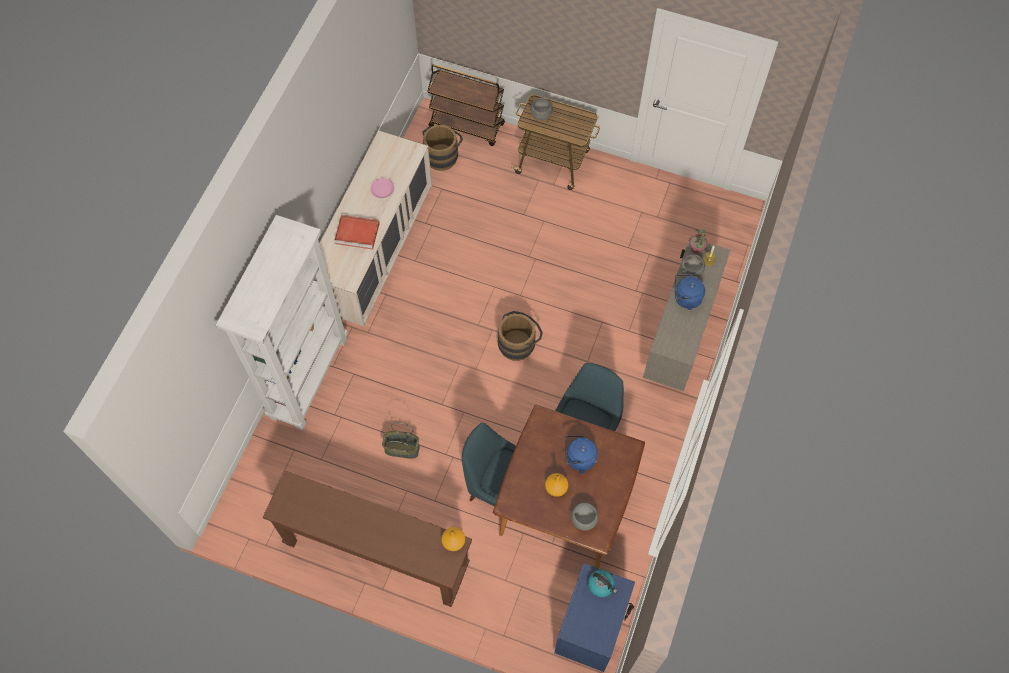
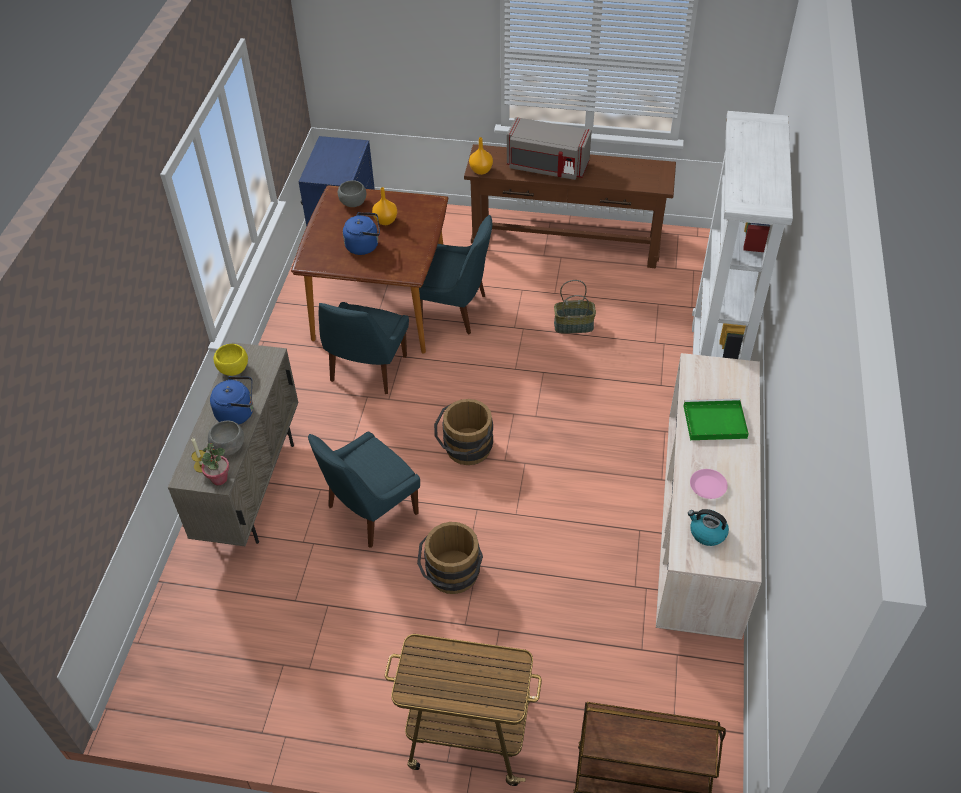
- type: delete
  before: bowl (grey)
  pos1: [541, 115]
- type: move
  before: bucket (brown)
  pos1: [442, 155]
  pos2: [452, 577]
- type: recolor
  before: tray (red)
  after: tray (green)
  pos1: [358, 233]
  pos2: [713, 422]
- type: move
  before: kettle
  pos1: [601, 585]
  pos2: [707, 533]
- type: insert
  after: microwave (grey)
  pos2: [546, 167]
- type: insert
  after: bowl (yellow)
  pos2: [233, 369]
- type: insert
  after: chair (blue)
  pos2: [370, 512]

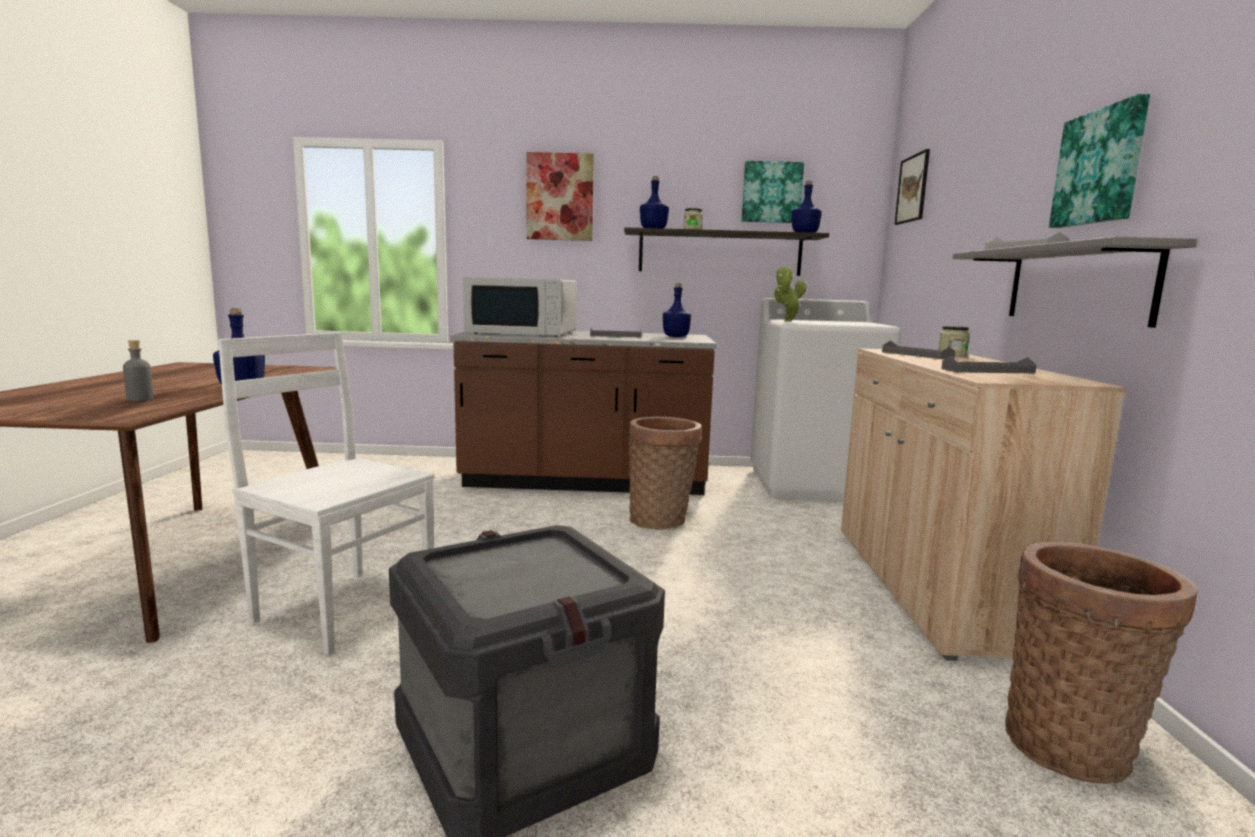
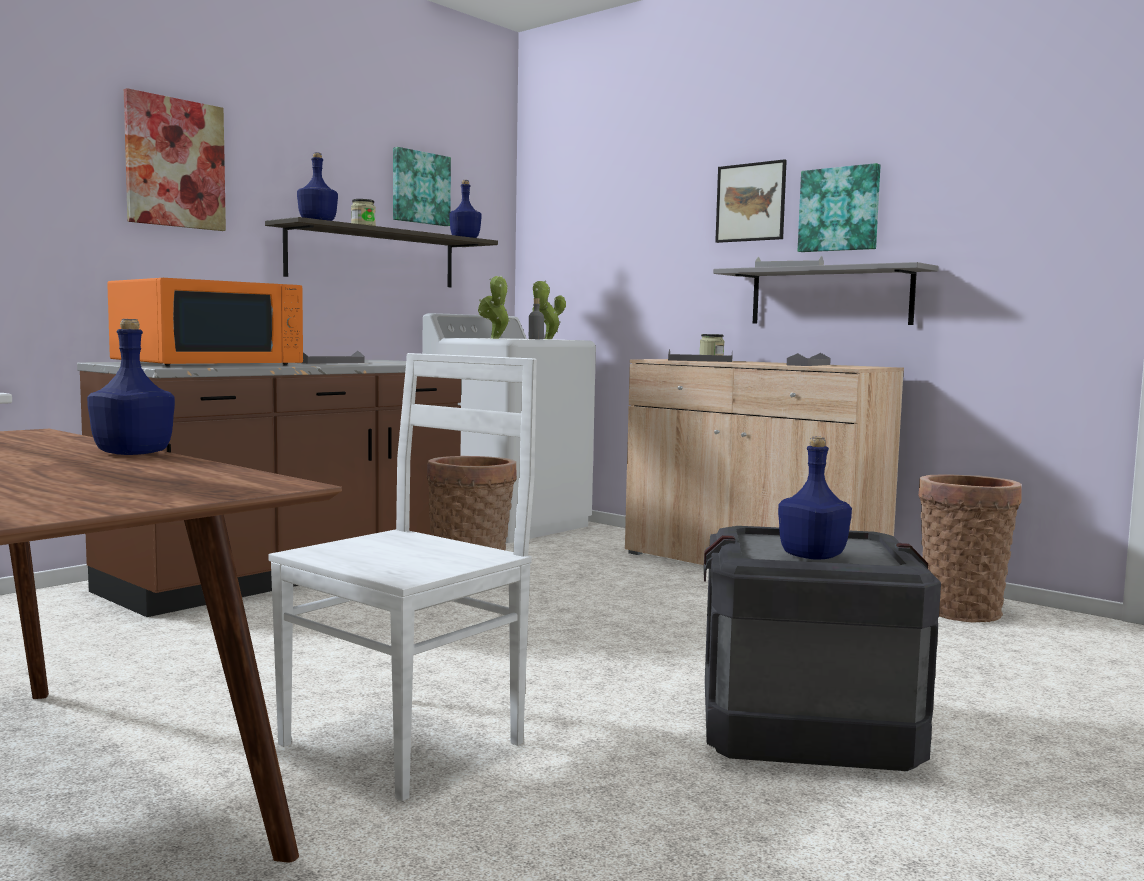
- type: move
  before: picture
  pos1: [912, 189]
  pos2: [750, 202]
- type: recolor
  before: microwave (white)
  after: microwave (orange)
  pos1: [524, 333]
  pos2: [209, 364]
- type: move
  before: bottle (blue)
  pos1: [676, 336]
  pos2: [813, 556]
- type: rotate
  before: chair (white)
  pos1: [342, 608]
  pos2: [407, 741]
  turn: 150
- type: move
  before: bottle (grey)
  pos1: [140, 399]
  pos2: [536, 339]
- type: insert
  after: potted plant
  pos2: [547, 339]

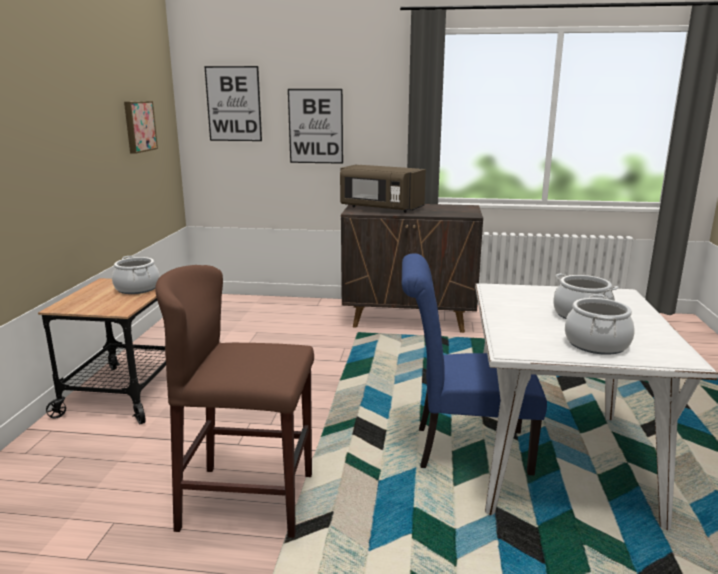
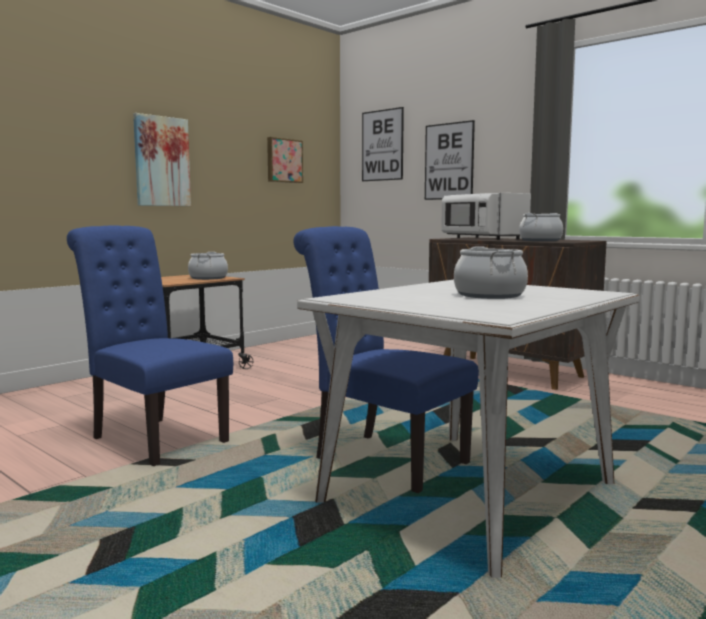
- type: recolor
  before: microwave (brown)
  after: microwave (white)
  pos1: [380, 208]
  pos2: [482, 238]
- type: replace
  before: stool (brown)
  after: chair (blue)
  pos1: [248, 501]
  pos2: [153, 438]
- type: move
  before: cooking pot
  pos1: [597, 344]
  pos2: [540, 240]
- type: insert
  after: picture
  pos2: [161, 161]

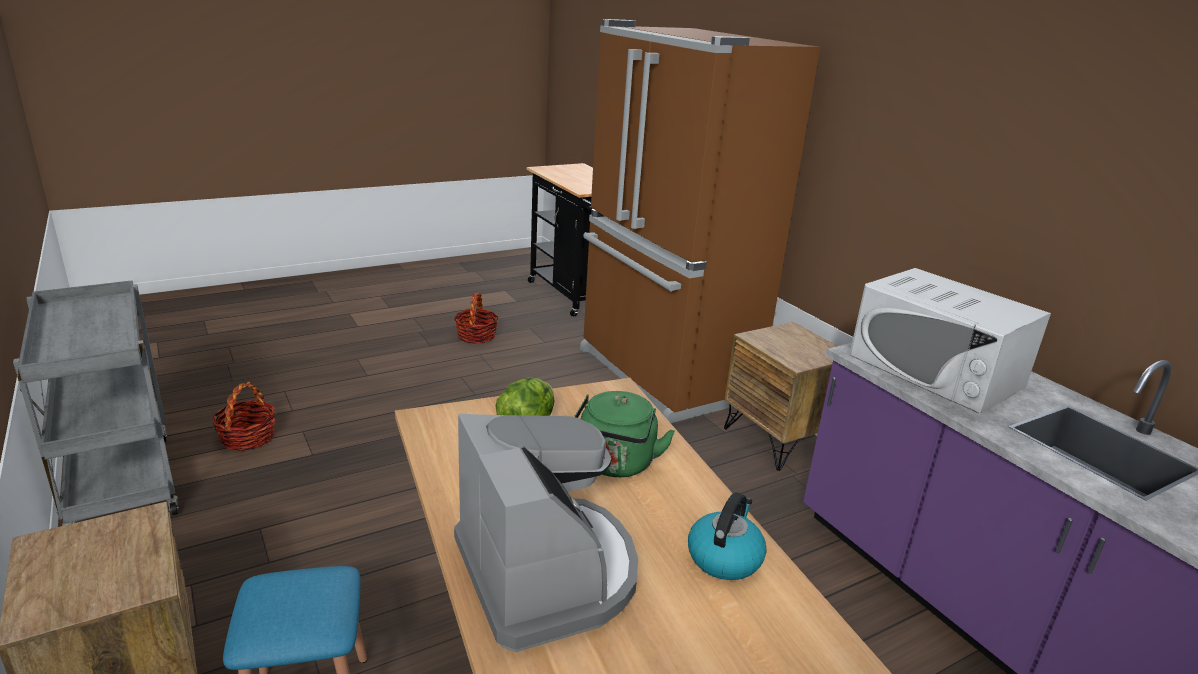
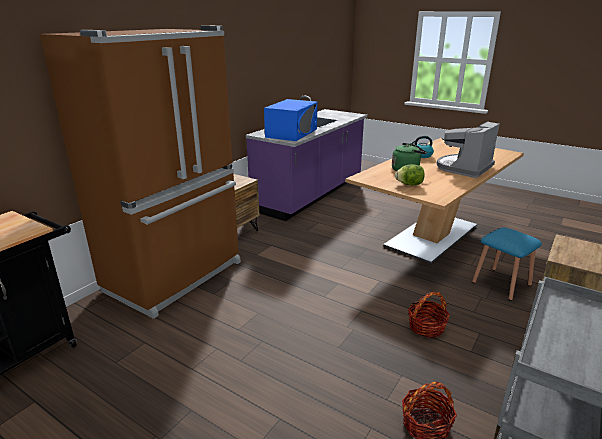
- type: recolor
  before: microwave (white)
  after: microwave (blue)
  pos1: [935, 371]
  pos2: [291, 133]
- type: move
  before: basket
  pos1: [476, 336]
  pos2: [426, 327]

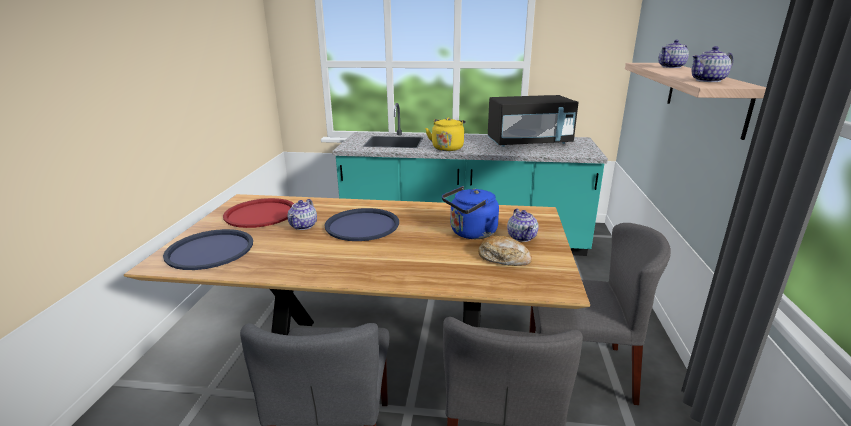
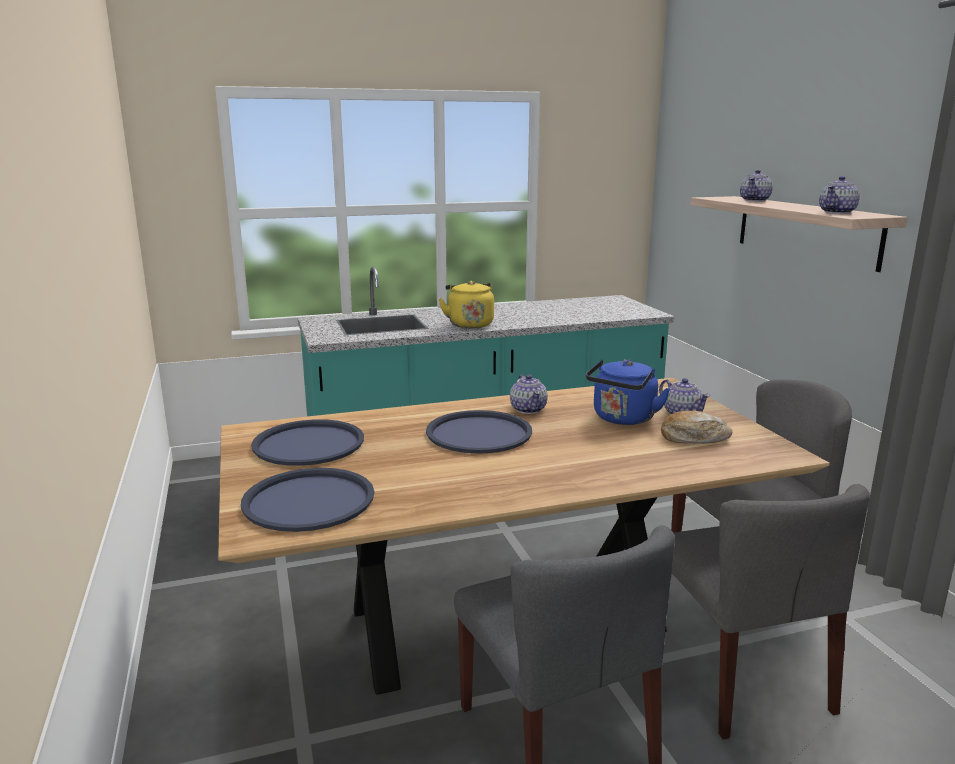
- type: delete
  before: microwave (black)
  pos1: [529, 143]
- type: recolor
  before: tray (red)
  after: tray (blue)
  pos1: [261, 214]
  pos2: [309, 444]
- type: move
  before: teapot
  pos1: [304, 226]
  pos2: [528, 409]

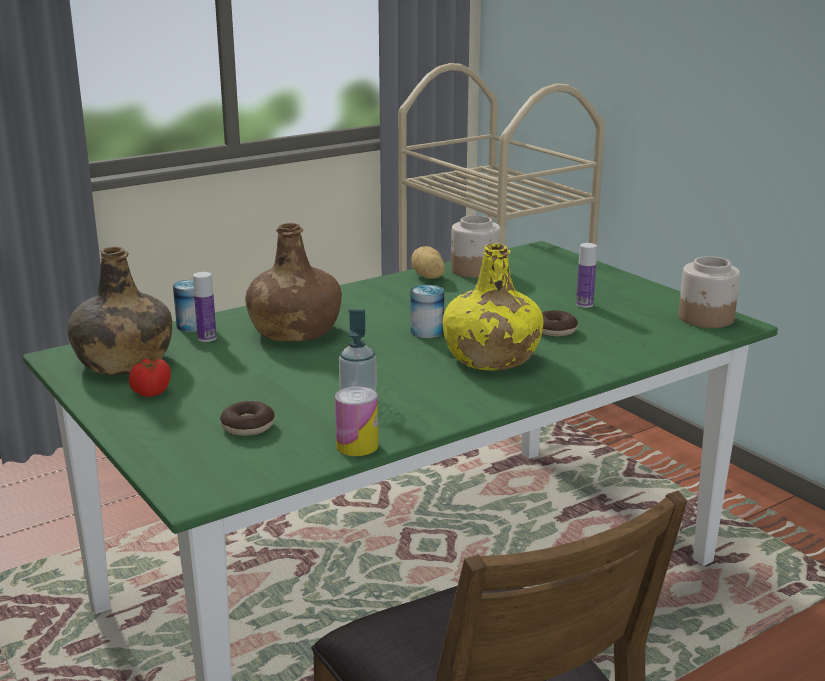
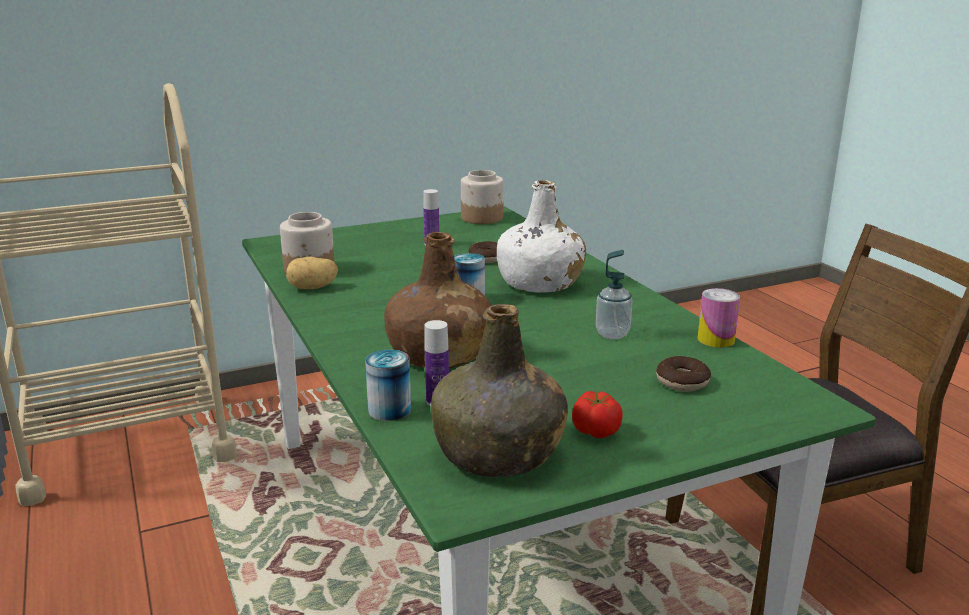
- type: recolor
  before: bottle (yellow)
  after: bottle (white)
  pos1: [490, 358]
  pos2: [540, 283]

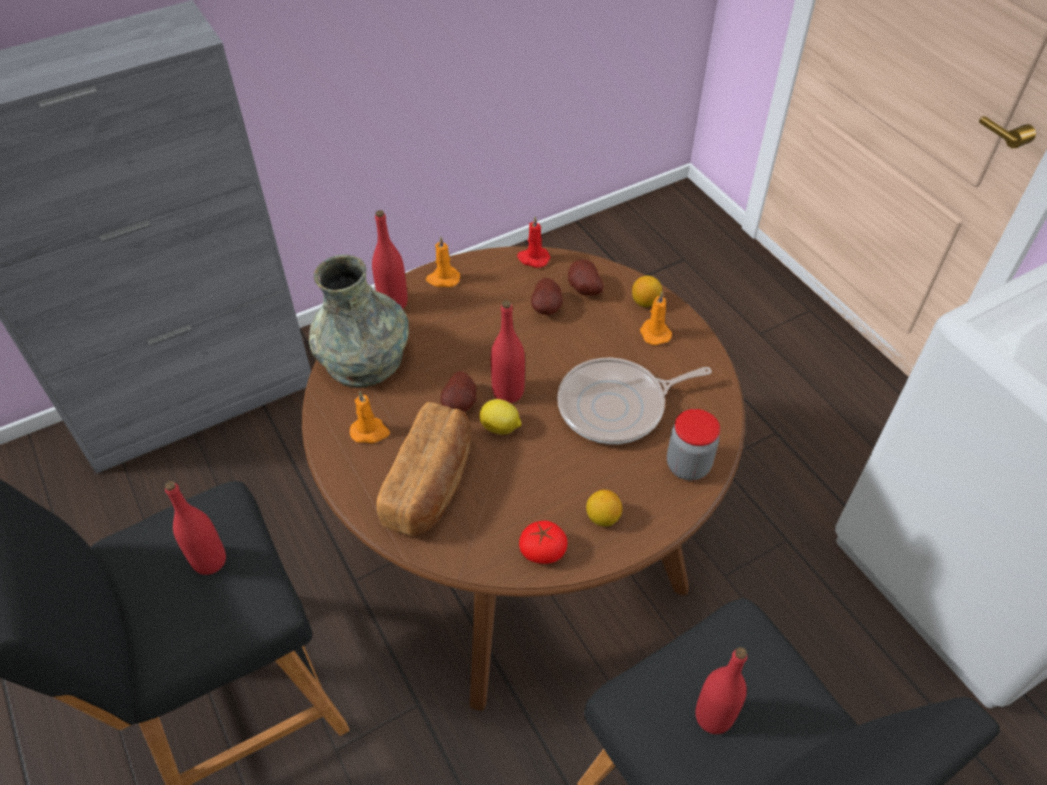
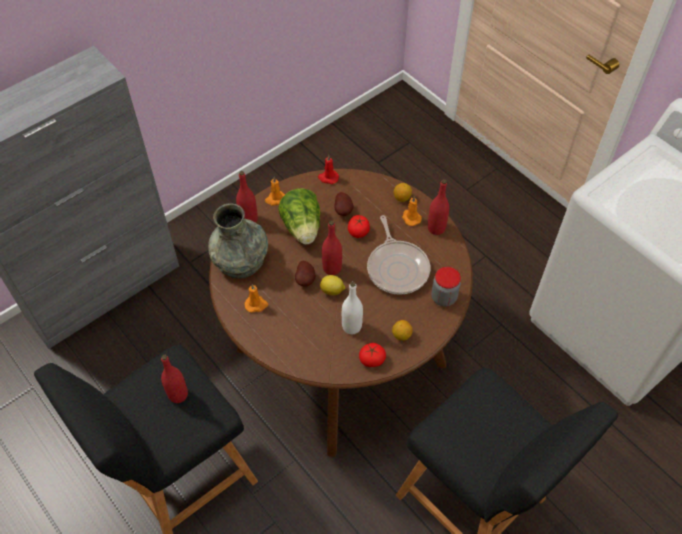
- type: delete
  before: potato
  pos1: [583, 289]
- type: rotate
  before: frying pan
  pos1: [617, 406]
  pos2: [397, 267]
  turn: -75
- type: delete
  before: bread
  pos1: [431, 484]
- type: move
  before: bottle (red)
  pos1: [713, 716]
  pos2: [436, 228]
- type: insert
  after: lettuce
  pos2: [302, 228]
- type: insert
  after: tomato
  pos2: [358, 231]
- type: insert
  after: bottle (white)
  pos2: [351, 326]

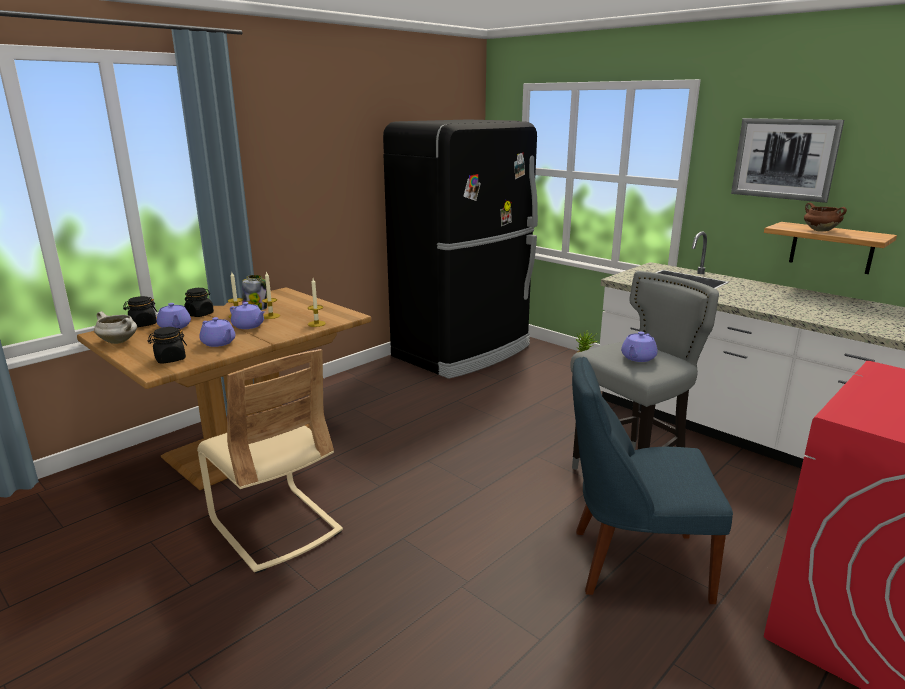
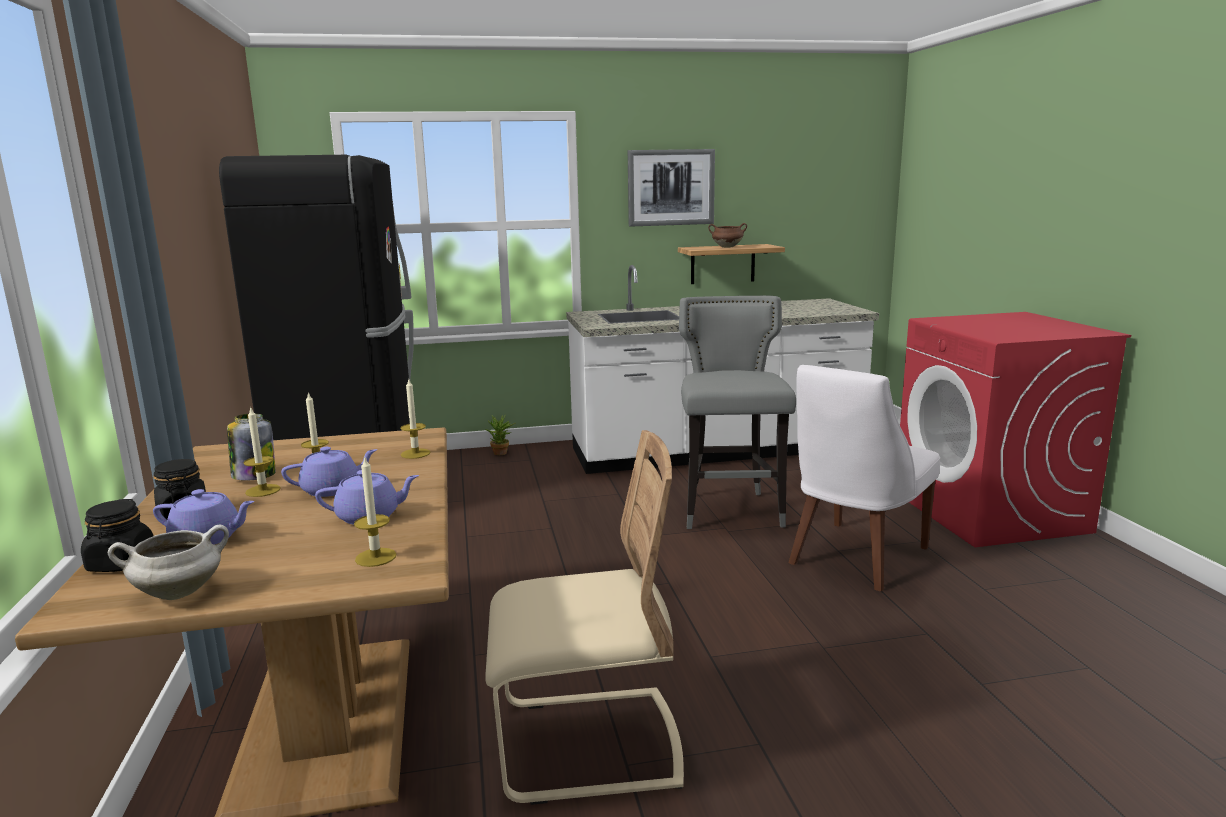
- type: replace
  before: jar (black)
  after: candle
  pos1: [170, 359]
  pos2: [375, 557]
- type: delete
  before: teapot (purple)
  pos1: [637, 358]
- type: recolor
  before: chair (blue)
  after: chair (white)
  pos1: [632, 563]
  pos2: [854, 558]

